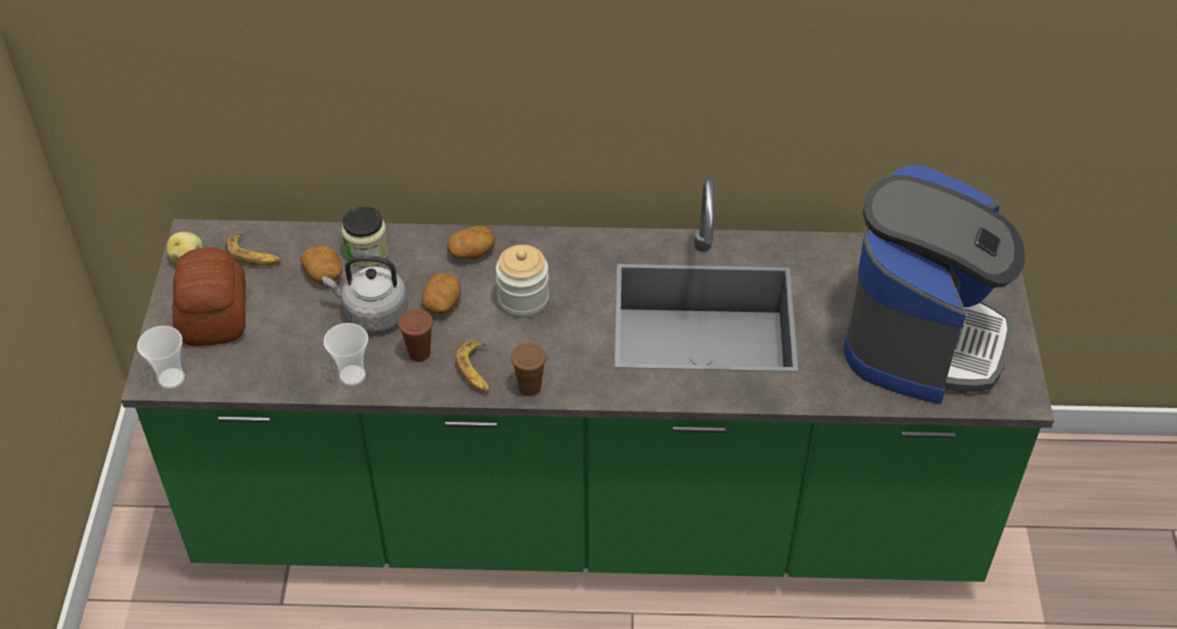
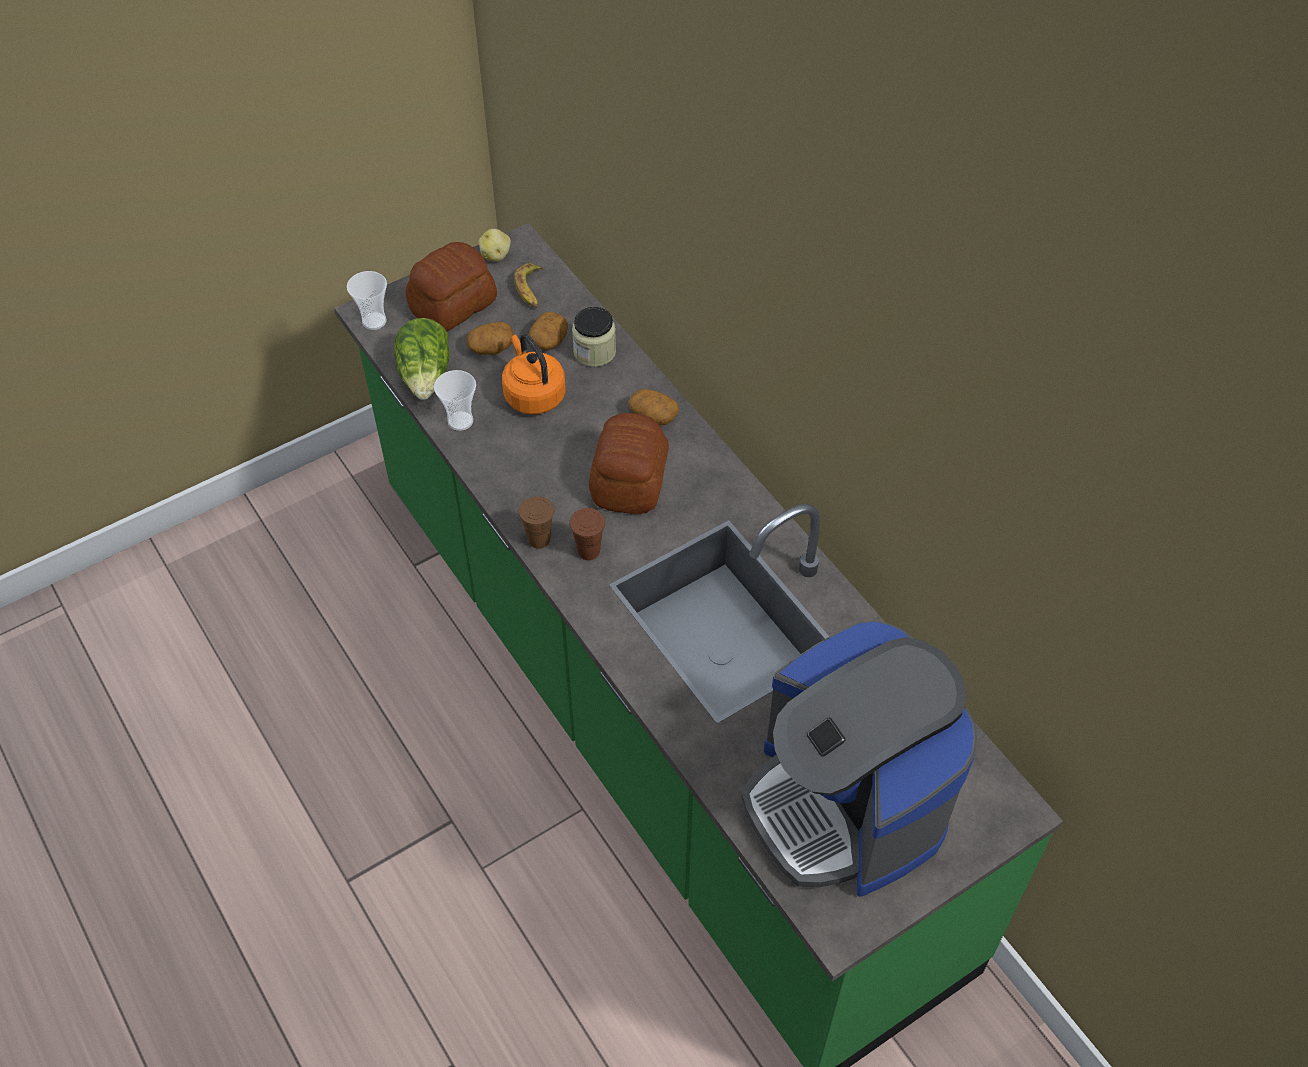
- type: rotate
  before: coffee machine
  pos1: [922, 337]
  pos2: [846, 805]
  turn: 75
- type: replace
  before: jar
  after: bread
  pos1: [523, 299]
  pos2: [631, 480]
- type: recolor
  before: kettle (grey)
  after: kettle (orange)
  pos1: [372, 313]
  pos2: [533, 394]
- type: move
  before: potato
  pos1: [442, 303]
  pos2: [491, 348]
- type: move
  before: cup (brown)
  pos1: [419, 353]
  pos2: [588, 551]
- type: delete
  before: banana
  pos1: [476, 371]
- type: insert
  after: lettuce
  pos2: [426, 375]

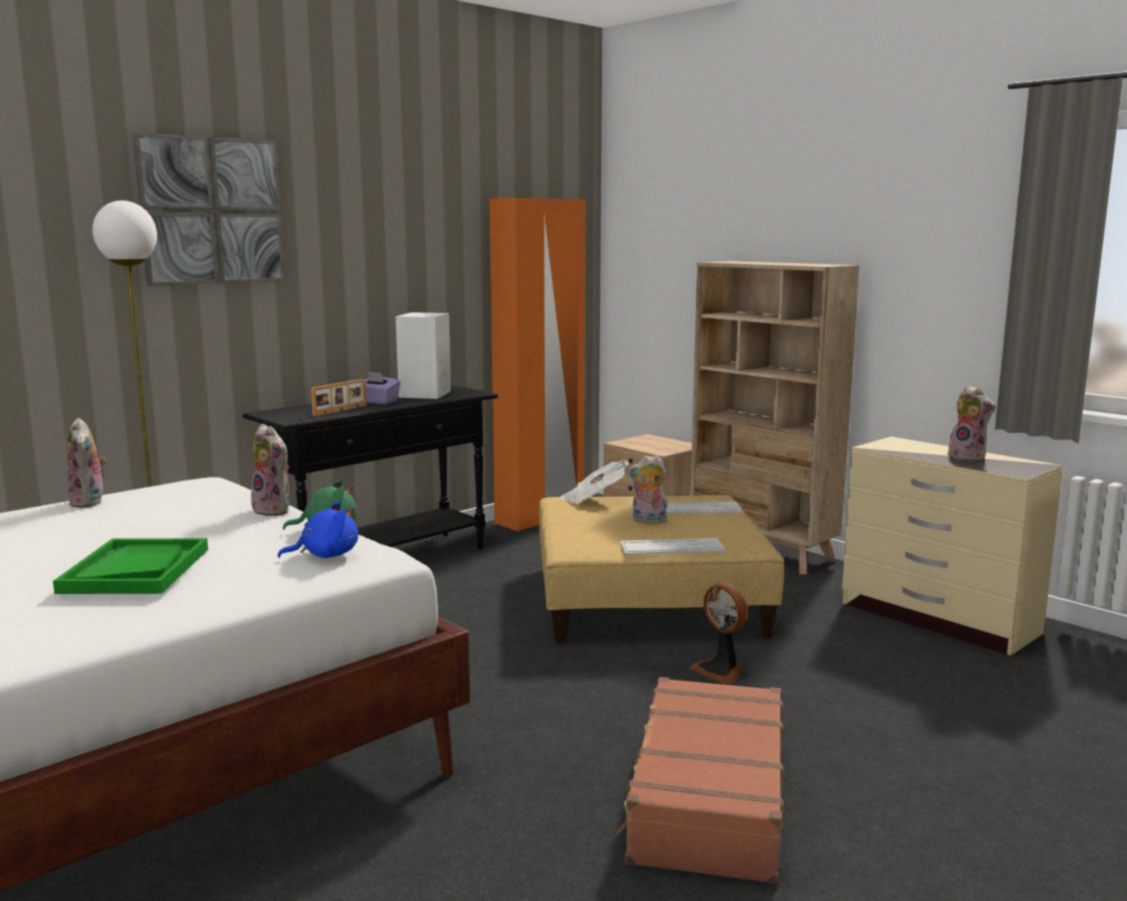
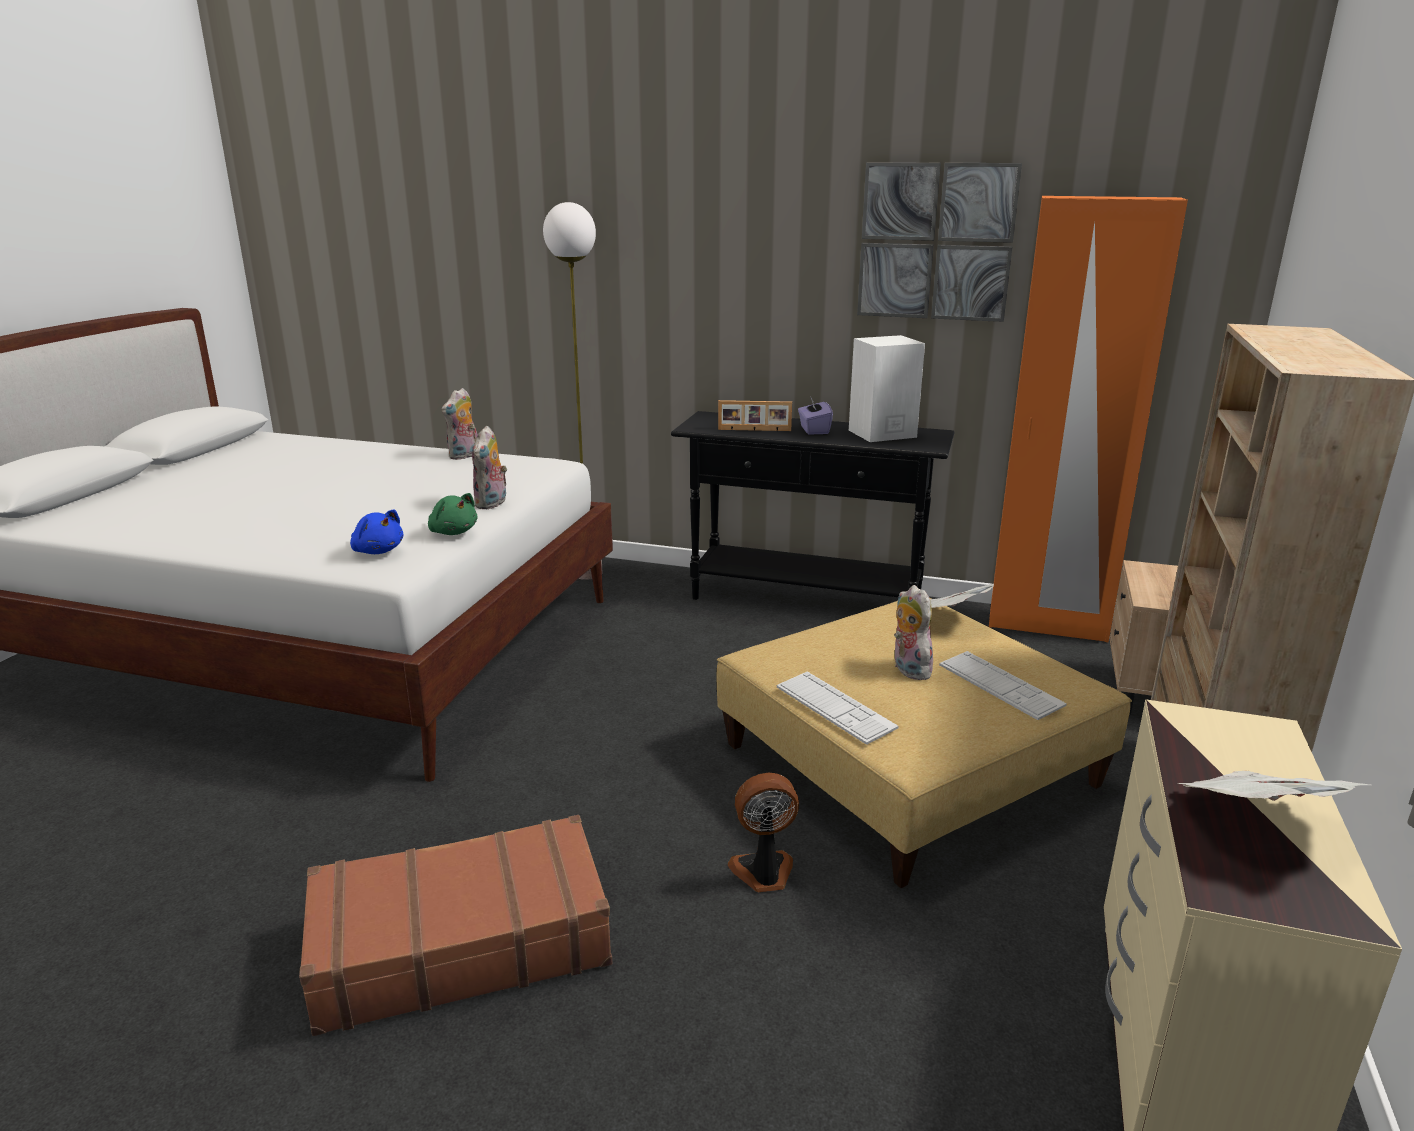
- type: move
  before: picture
  pos1: [212, 211]
  pos2: [936, 242]
- type: replace
  before: plush toy
  after: newspaper
  pos1: [969, 458]
  pos2: [1259, 819]
- type: delete
  before: tray (green)
  pos1: [136, 570]
- type: rotate
  before: fan
  pos1: [721, 671]
  pos2: [763, 873]
  turn: 60

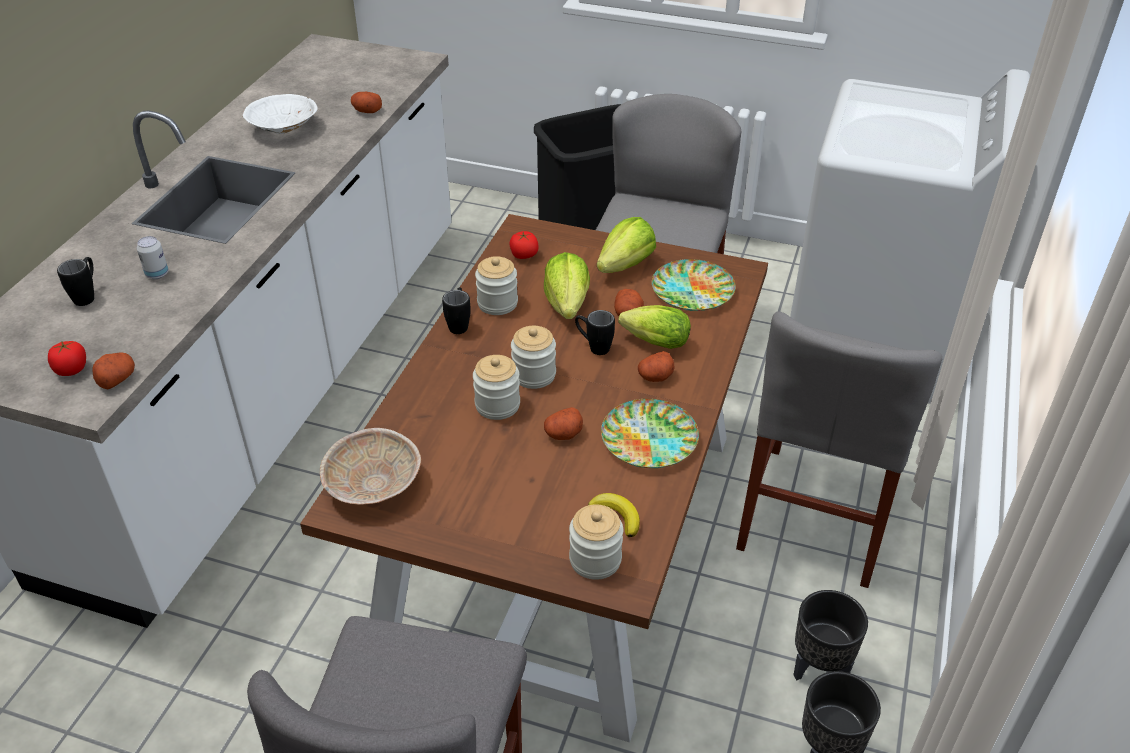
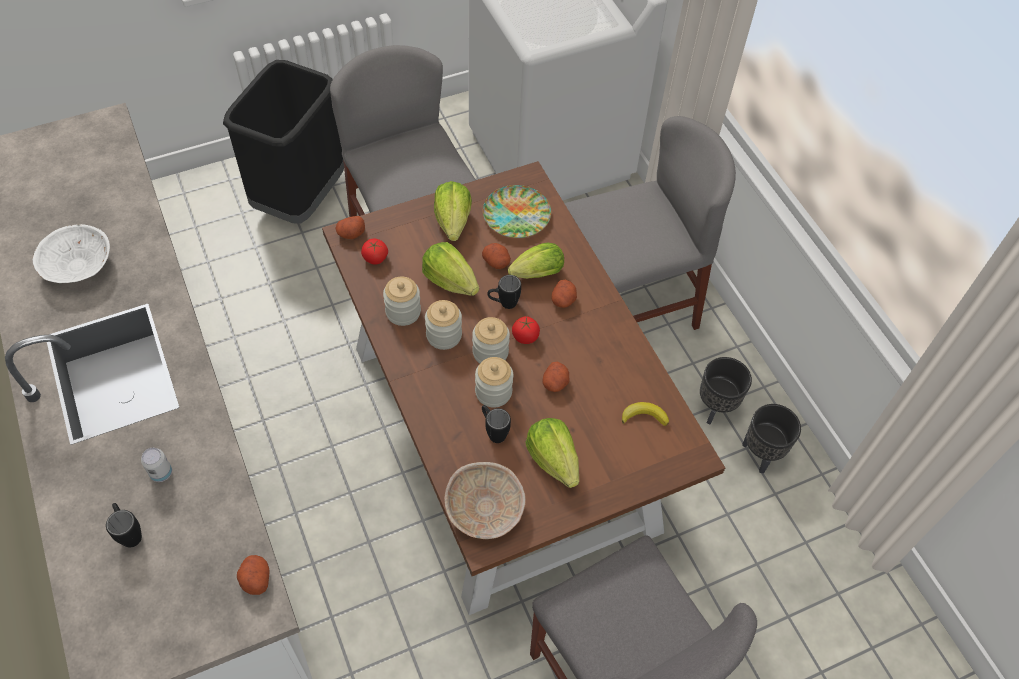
- type: move
  before: potato
  pos1: [366, 110]
  pos2: [351, 233]
- type: move
  before: mug (black)
  pos1: [459, 324]
  pos2: [493, 431]
- type: rotate
  before: chair (grey)
  pos1: [817, 513]
  pos2: [627, 306]
  turn: -90
- type: move
  before: tomato
  pos1: [71, 369]
  pos2: [525, 336]
- type: delete
  before: plate
  pos1: [649, 438]
- type: move
  before: jar
  pos1: [595, 560]
  pos2: [444, 335]
- type: insert
  after: lettuce
  pos2: [553, 460]

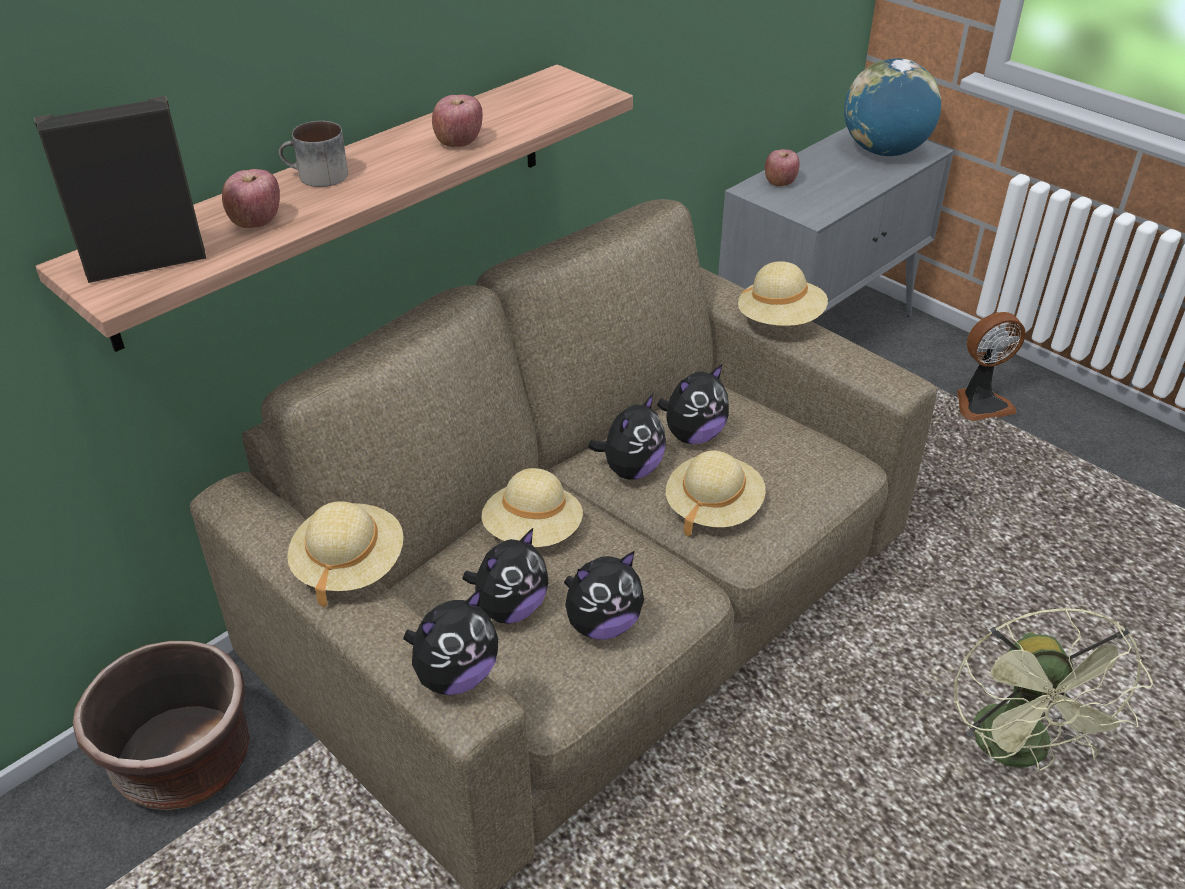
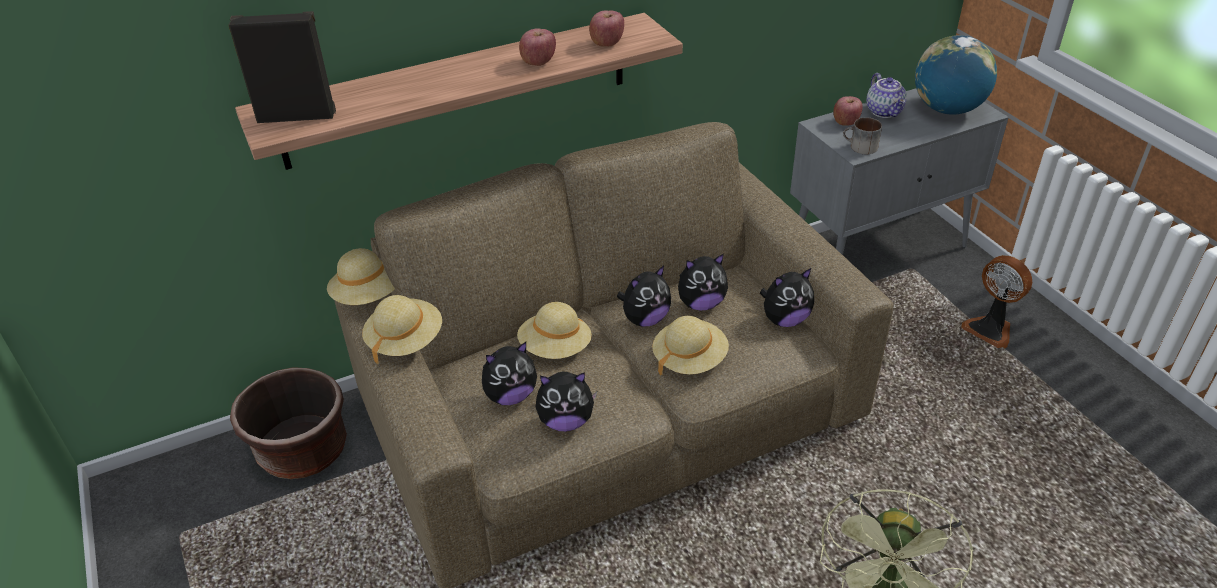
- type: move
  before: mug
  pos1: [316, 177]
  pos2: [860, 147]
- type: move
  before: apple
  pos1: [256, 221]
  pos2: [607, 43]
- type: move
  before: hat (beige)
  pos1: [780, 320]
  pos2: [368, 296]
- type: rotate
  before: fan
  pos1: [980, 404]
  pos2: [990, 329]
  turn: 45
- type: move
  before: plush toy
  pos1: [455, 676]
  pos2: [784, 319]
- type: insert
  after: teapot
  pos2: [885, 112]

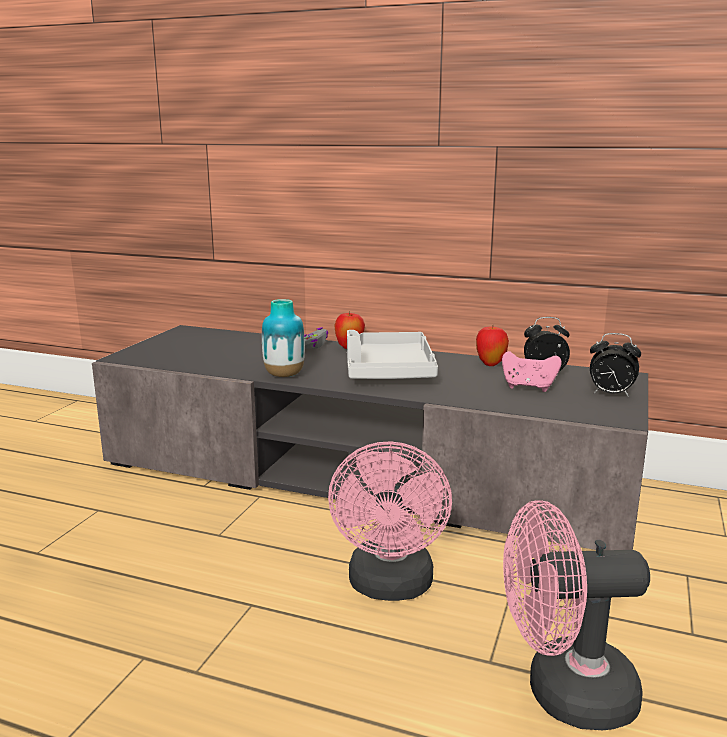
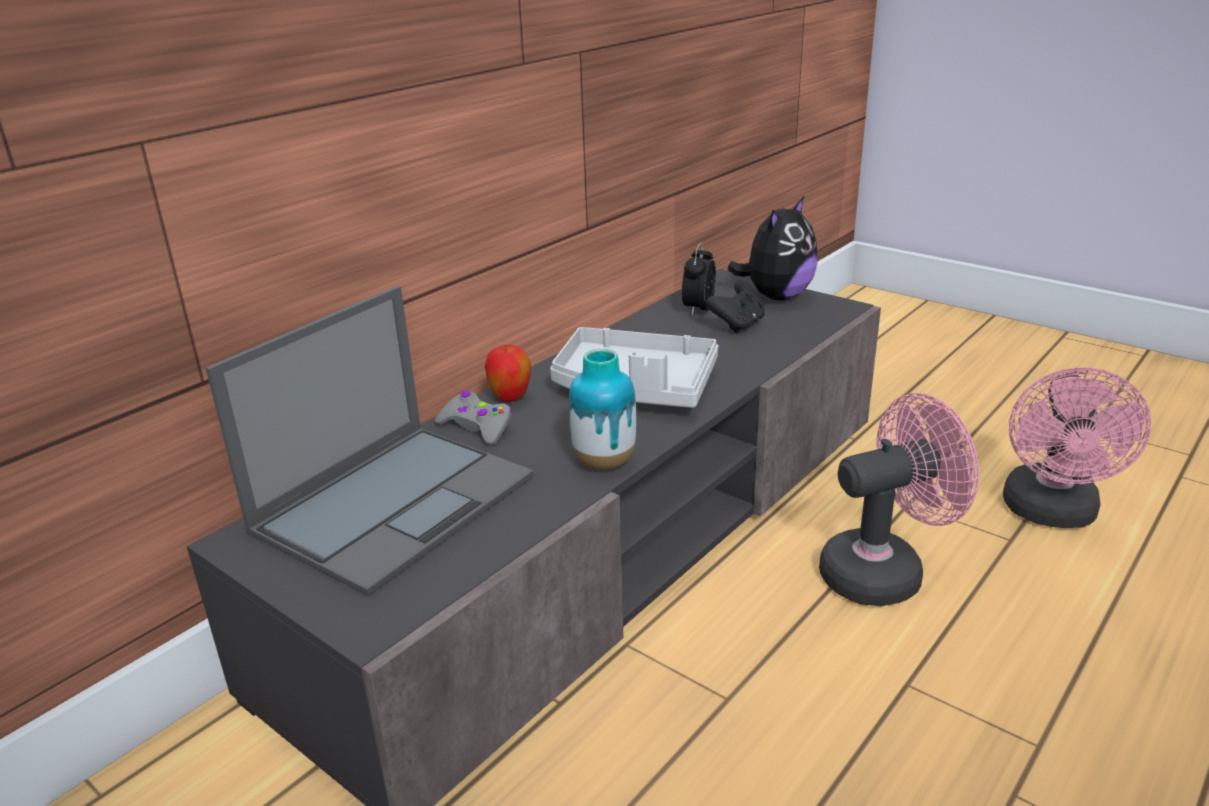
- type: delete
  before: apple
  pos1: [490, 364]
- type: replace
  before: alarm clock
  after: plush toy
  pos1: [610, 394]
  pos2: [776, 296]
- type: recolor
  before: game controller (pink)
  after: game controller (black)
  pos1: [528, 387]
  pos2: [738, 325]
- type: rotate
  before: fan (pink)
  pos1: [390, 587]
  pos2: [884, 571]
  turn: -45
- type: insert
  after: laptop
  pos2: [397, 502]

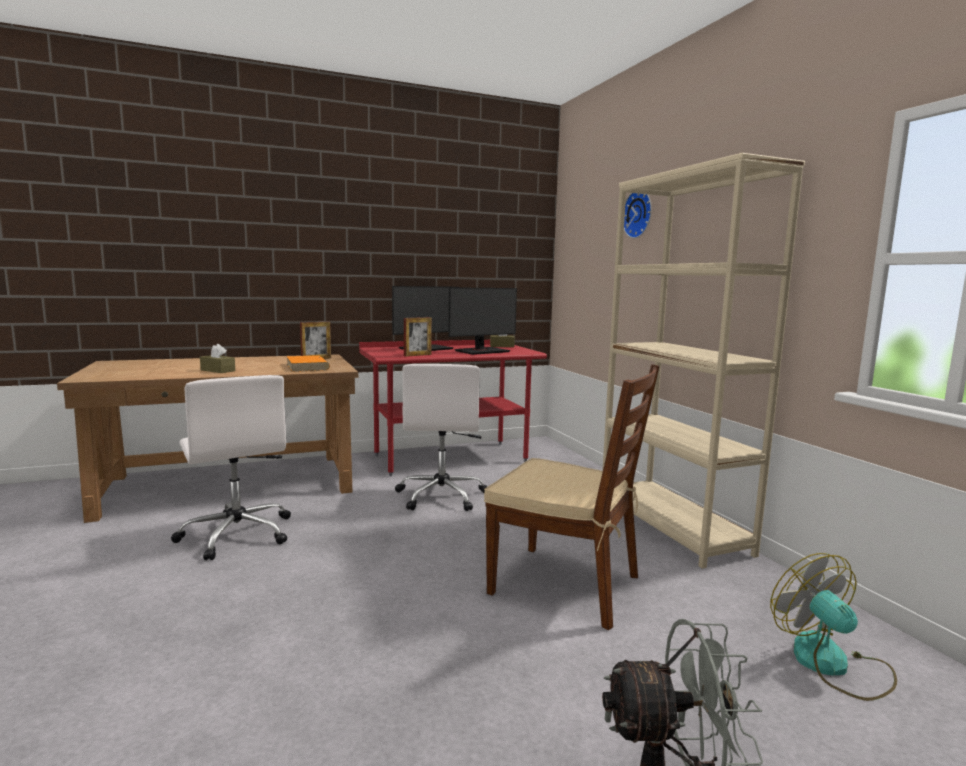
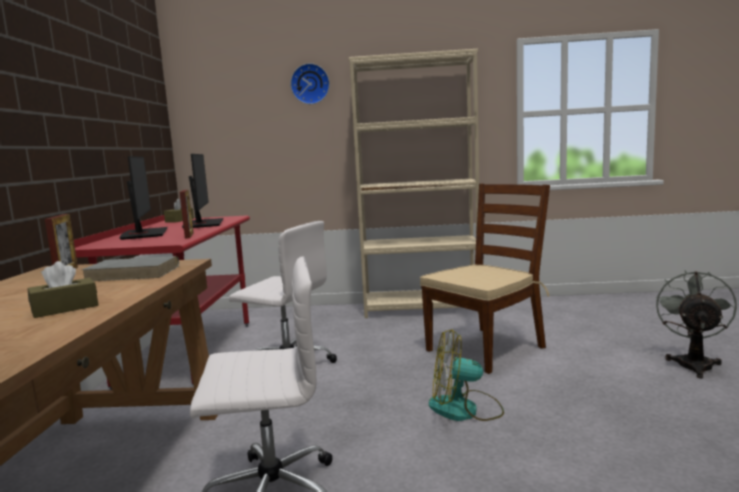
- type: recolor
  before: book (orange)
  after: book (grey)
  pos1: [307, 367]
  pos2: [134, 273]
- type: move
  before: fan
  pos1: [832, 665]
  pos2: [465, 409]

